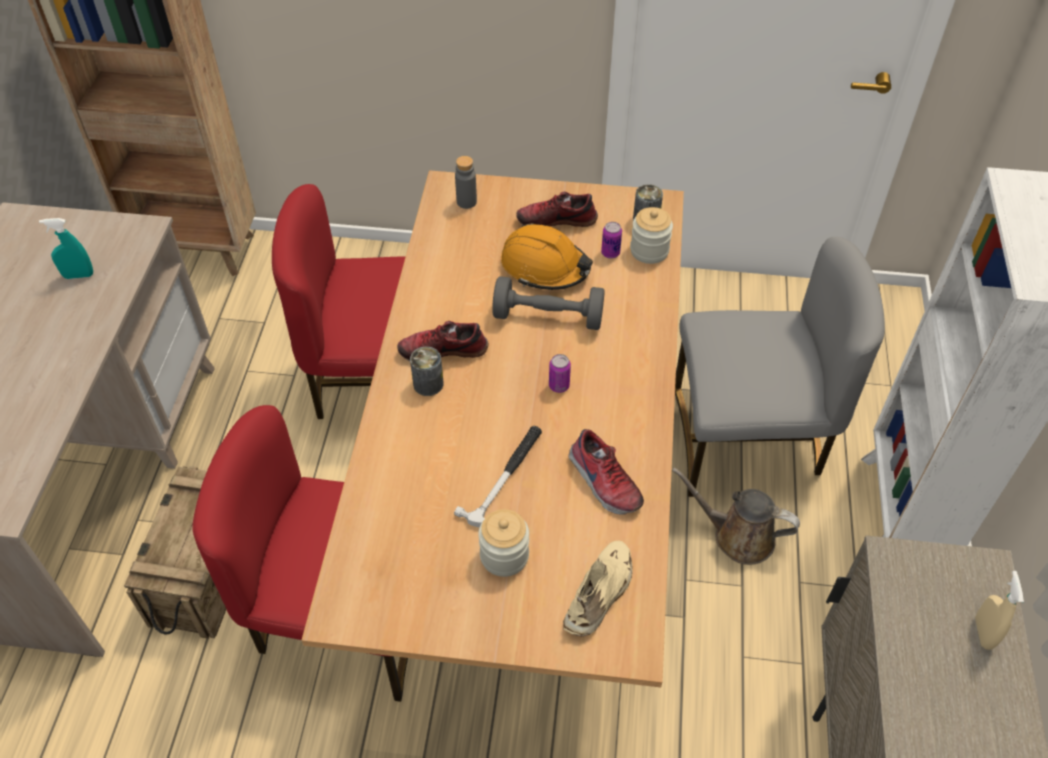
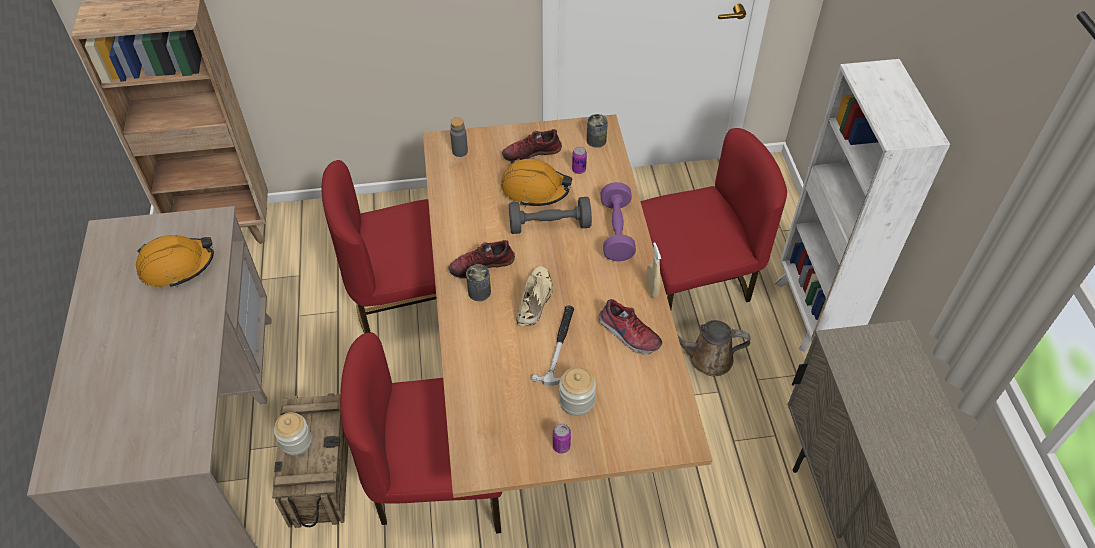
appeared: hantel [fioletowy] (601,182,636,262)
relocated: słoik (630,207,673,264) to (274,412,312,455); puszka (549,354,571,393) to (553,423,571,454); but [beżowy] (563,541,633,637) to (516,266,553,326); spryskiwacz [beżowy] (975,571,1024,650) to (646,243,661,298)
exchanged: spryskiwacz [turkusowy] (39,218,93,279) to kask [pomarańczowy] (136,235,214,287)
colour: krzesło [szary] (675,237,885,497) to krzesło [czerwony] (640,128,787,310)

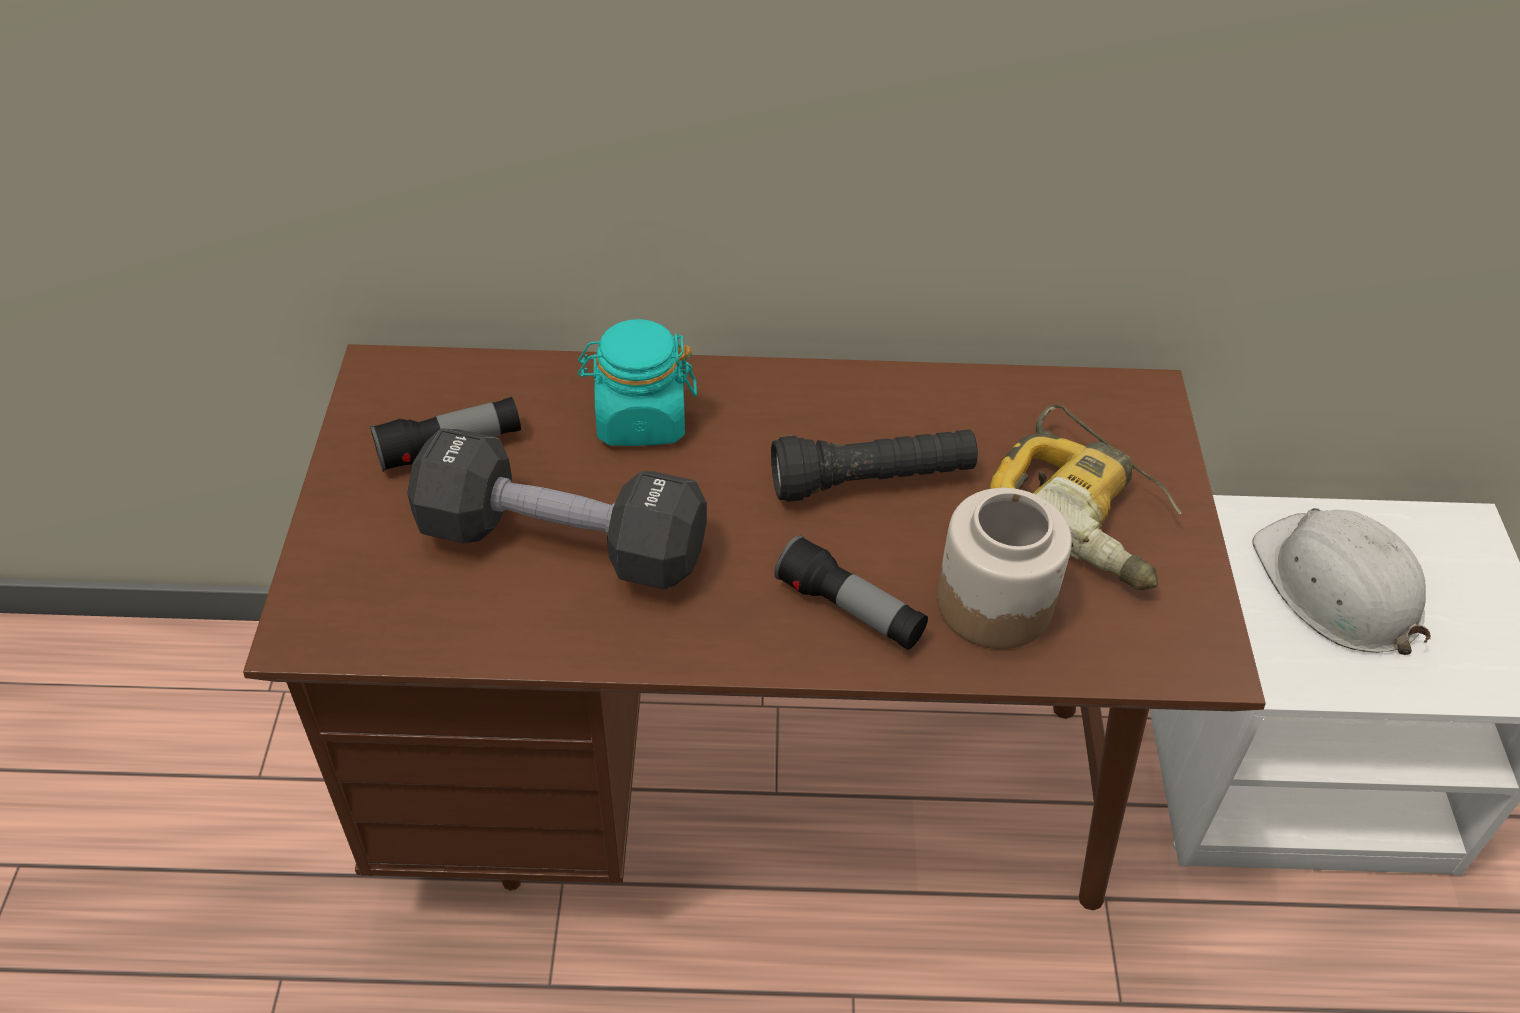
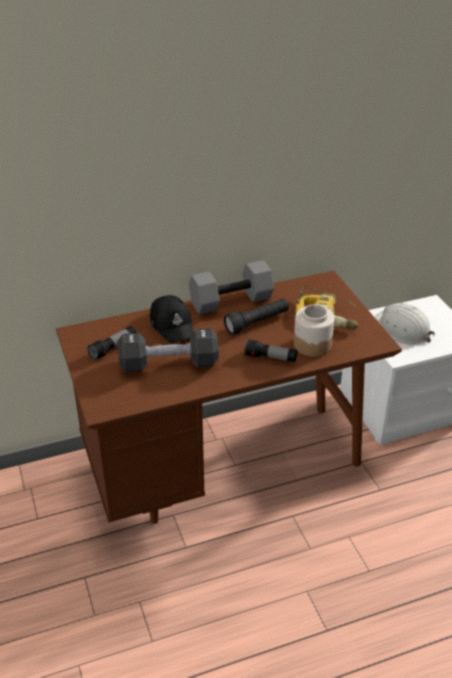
appeared: hantel [szary] (189,260,274,314)
exchanged: słoik [turkusowy] (578,319,697,446) to czapka z daszkiem [czarny] (150,295,193,344)

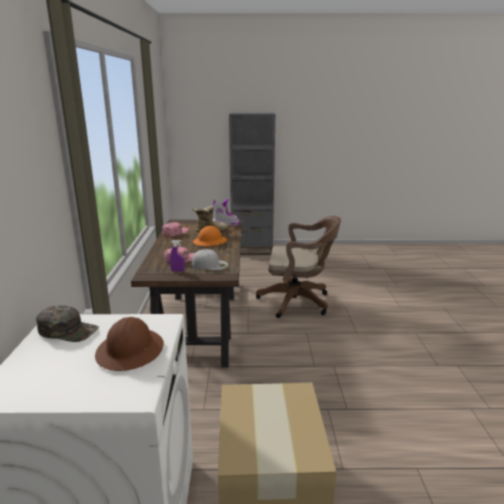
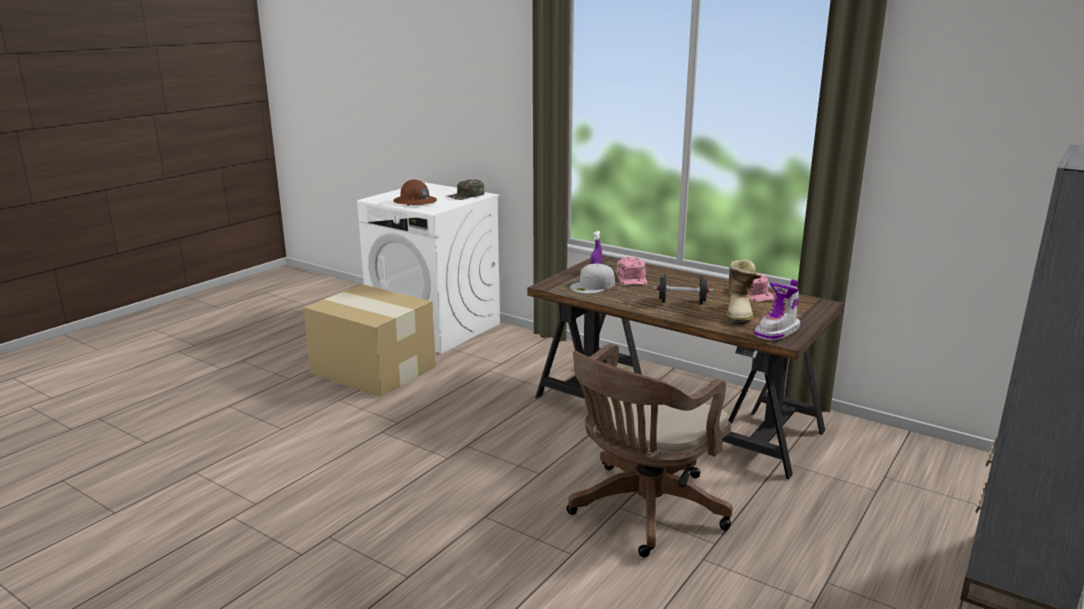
exchanged: kask [pomarańczowy] (193,226,227,246) to hantel [czarny] (653,274,714,305)

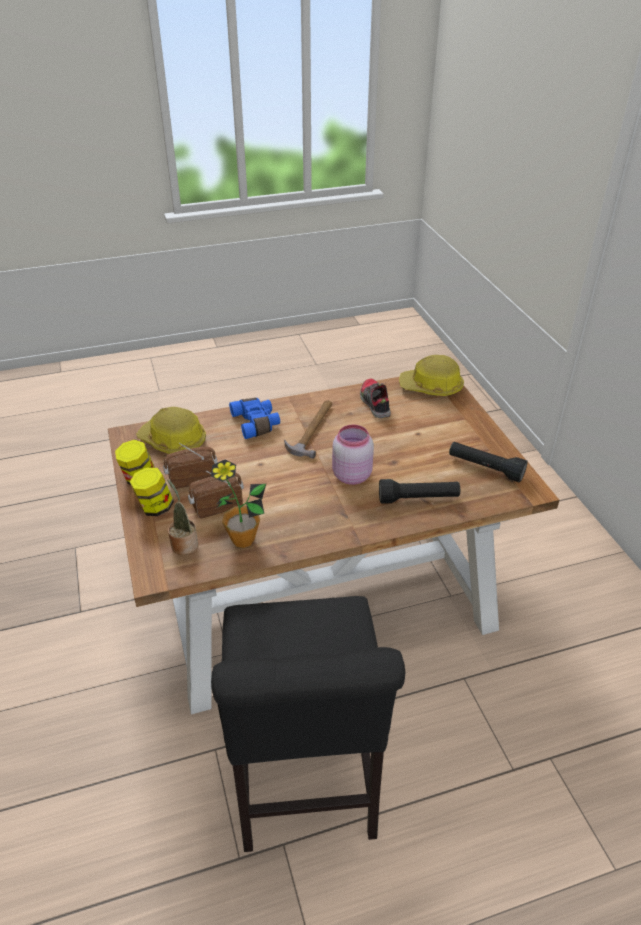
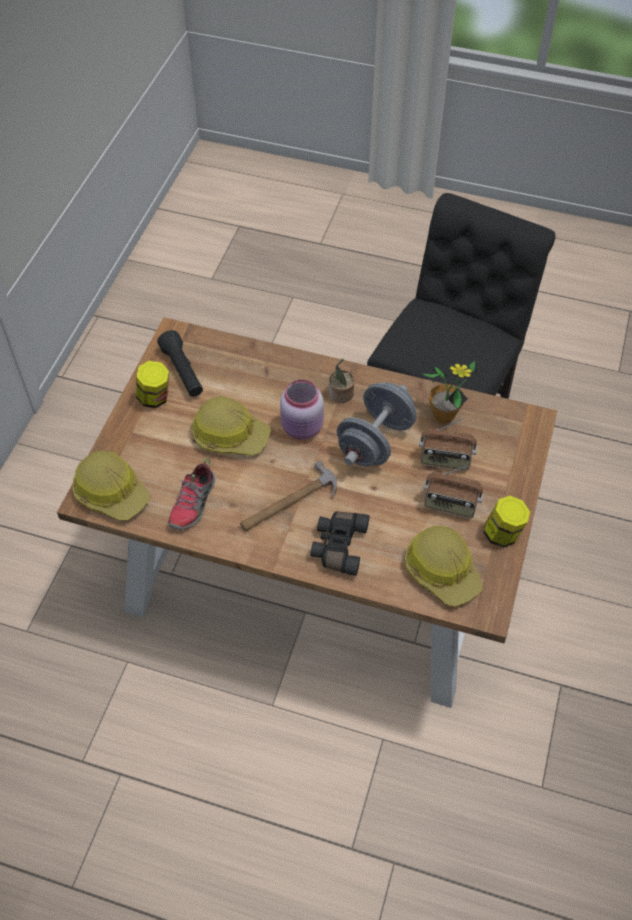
missing: latarka [czarny] (379,479,460,504)
appeared: hantel [szary] (337,382,417,466); kask (191,396,271,456)
relocated: słoik (130,467,174,516) to (136,361,169,408); roślina doniczkowa (167,480,198,555) to (329,358,355,403)
colour: lornetka [niebieski] (229,398,280,439) to lornetka [czarny] (310,511,370,576)

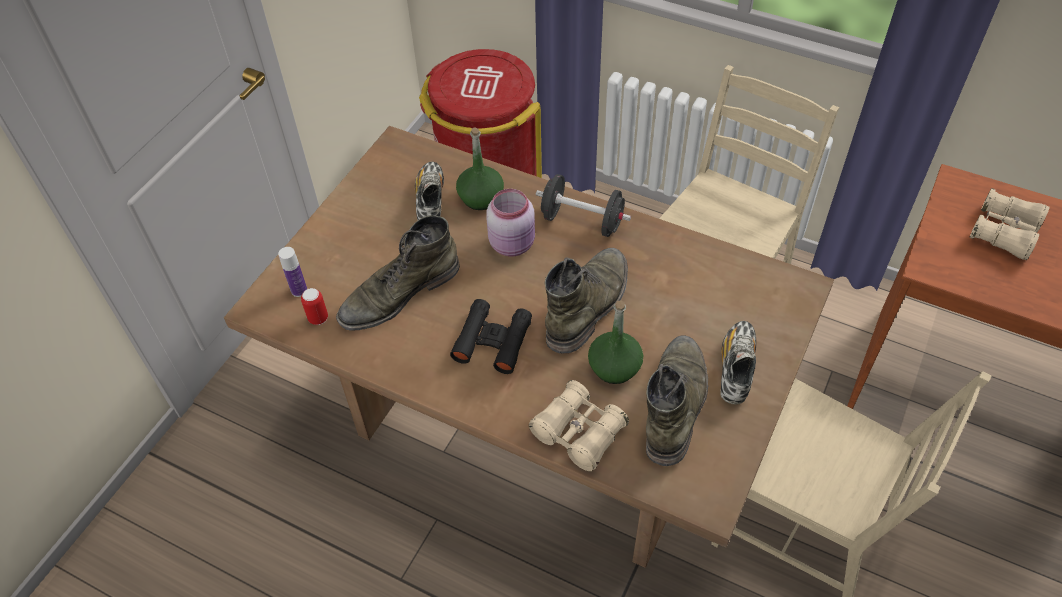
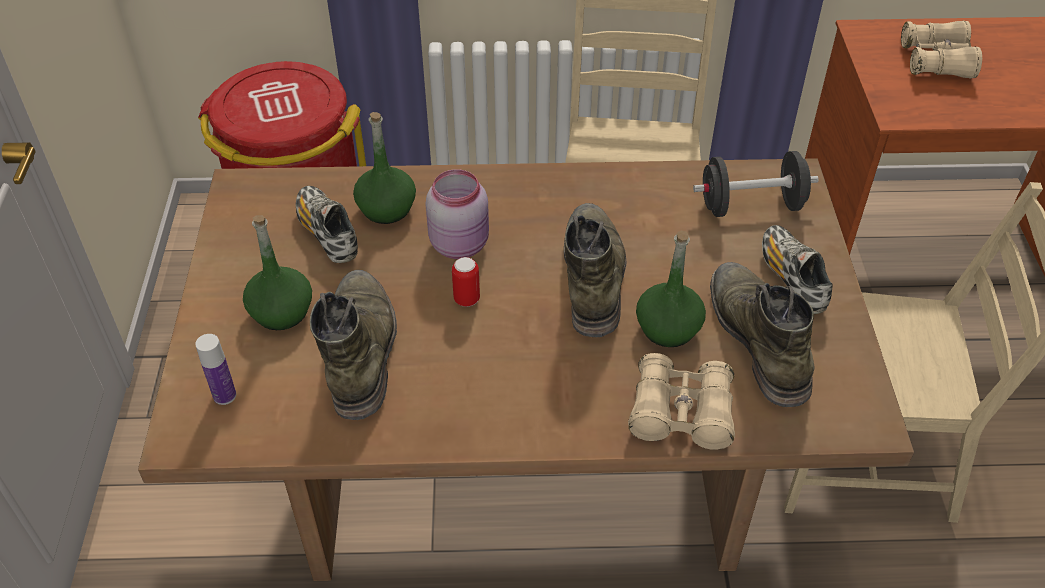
missing: lornetka [czarny] (450,299,532,374)
appeared: butelka [zielony] (243,215,312,330)
relocated: hantel [czarny] (536,174,631,237) to (693,151,819,217); puszka (301,288,328,325) to (452,257,480,307)
spun: but z cholewką [zielony] (336,216,460,331) = (310,270,397,420) 150 degrees clockwise

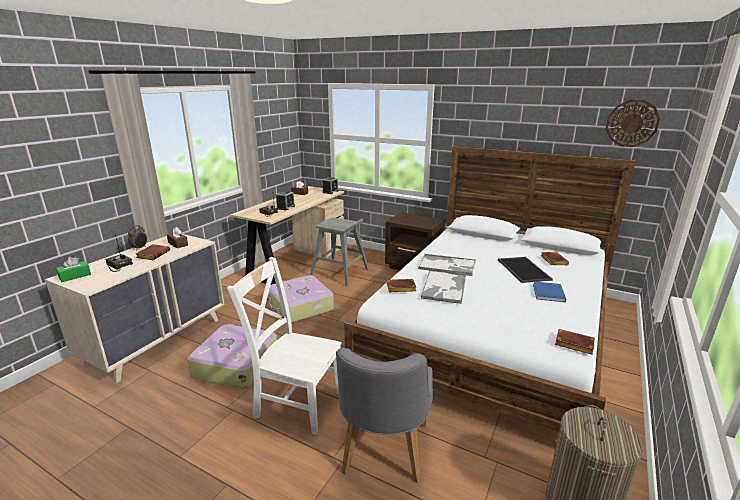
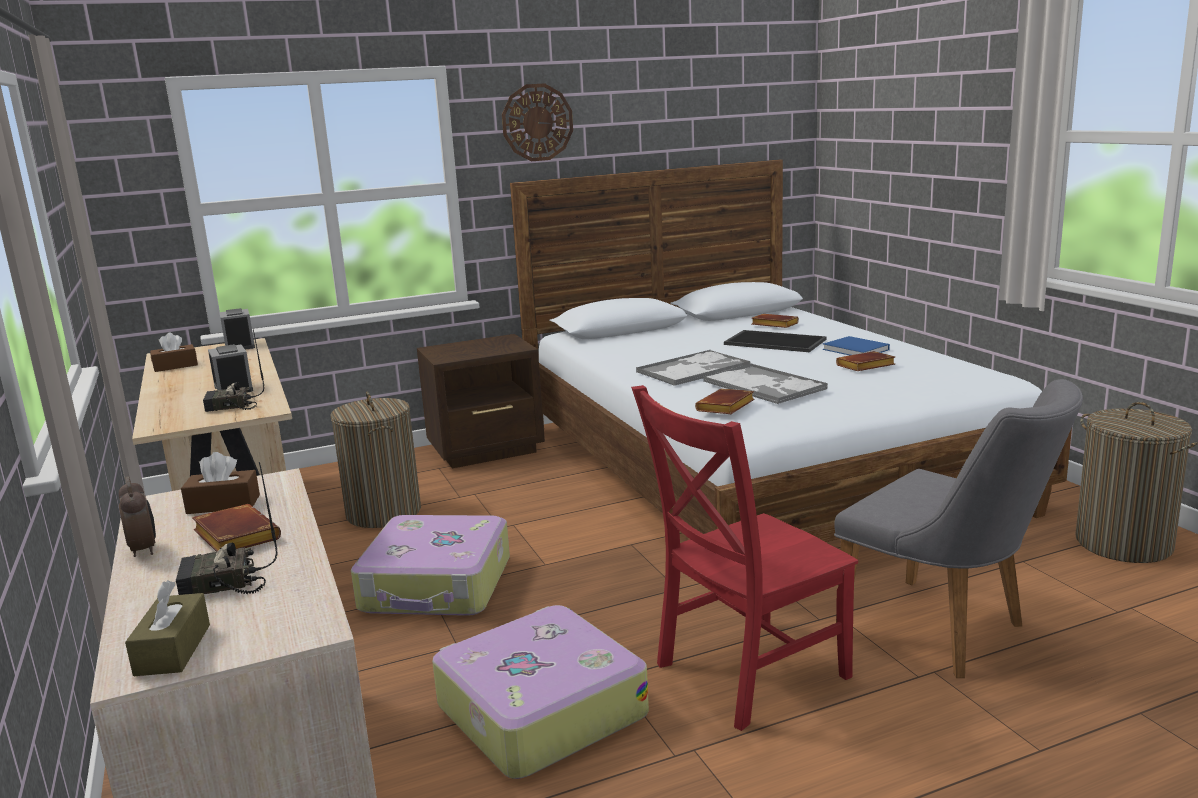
relocated: zegar ścienny (606,100,660,147) to (502,84,573,161); książka [brązowy] (555,329,595,355) to (836,351,895,371)
exchanged: stołek [szary] (310,217,369,287) to kosz na pranie (331,392,421,528)
colour: pudełko chusteczek [zielony] (56,257,91,282) to pudełko chusteczek [brązowy] (125,580,210,676); krzesło [biały] (227,257,342,435) to krzesło [czerwony] (631,385,858,731)

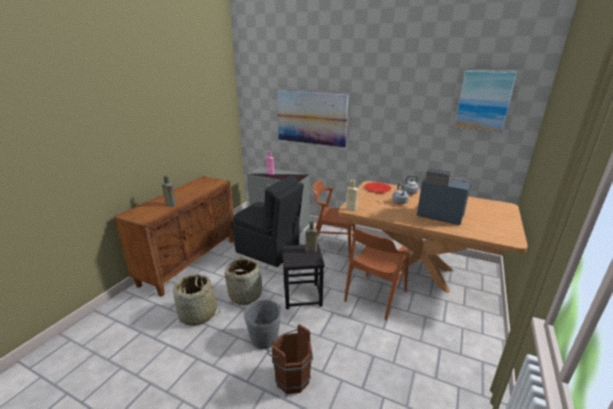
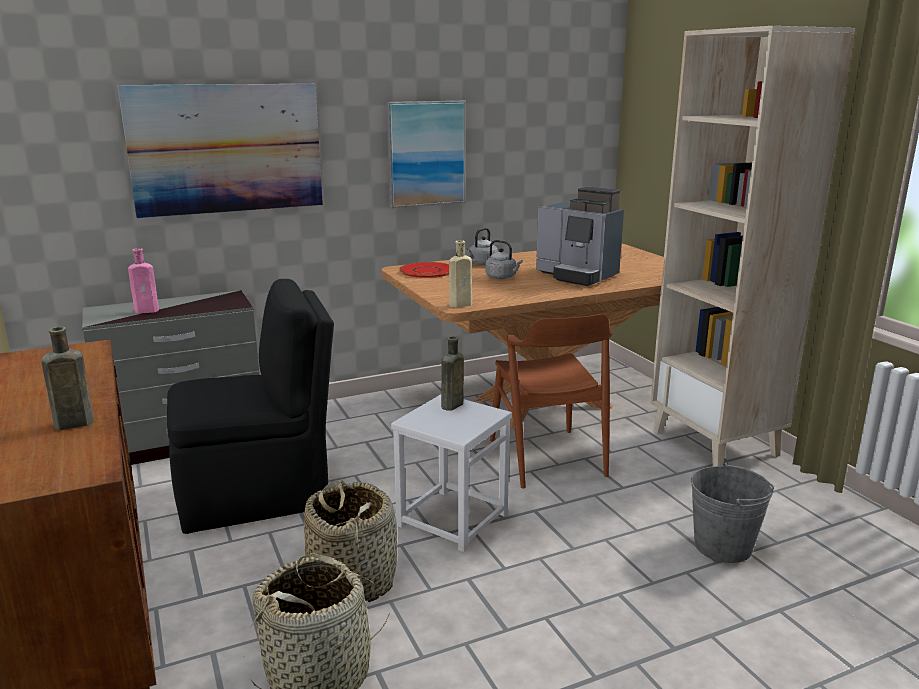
missing: krzesło [brązowy] (313,180,355,259); wiadro [brązowy] (267,324,313,394)
appeared: regał [beżowy] (651,26,855,467)
relocated: obraz (454,70,518,133) to (386,101,466,208); wiadro [szary] (244,300,282,349) to (691,462,774,563)
colour: stołek [czarny] (282,244,325,309) to stołek [biały] (391,394,512,552)
spun: ekspres do kawy (417,169,472,225) = (536,187,624,286) 120 degrees counterclockwise

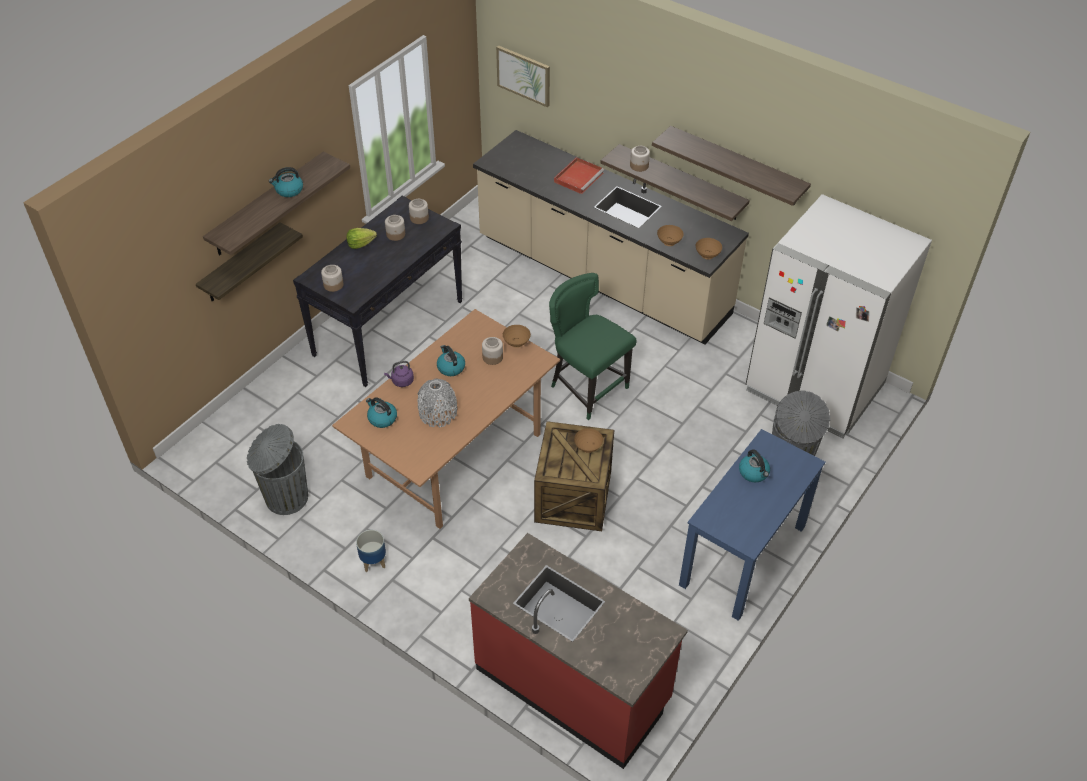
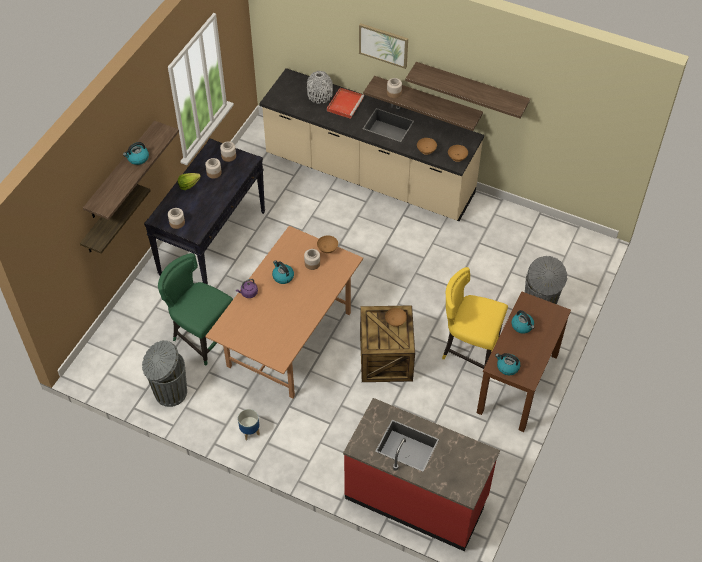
missing: lodówka [biały] (746,194,932,439)
appeared: krzesło [żółty] (442,267,508,369)
relocated: obraz (496,45,550,107) to (359,23,408,69); krzesło [zielony] (549,273,637,420) to (158,253,233,365); wazon [szary] (418,378,457,428) to (307,71,333,104); czajnik (366,397,397,428) to (495,353,520,375)
colour: biurko [niebieski] (679,429,826,621) to biurko [brązowy] (477,291,571,432)

